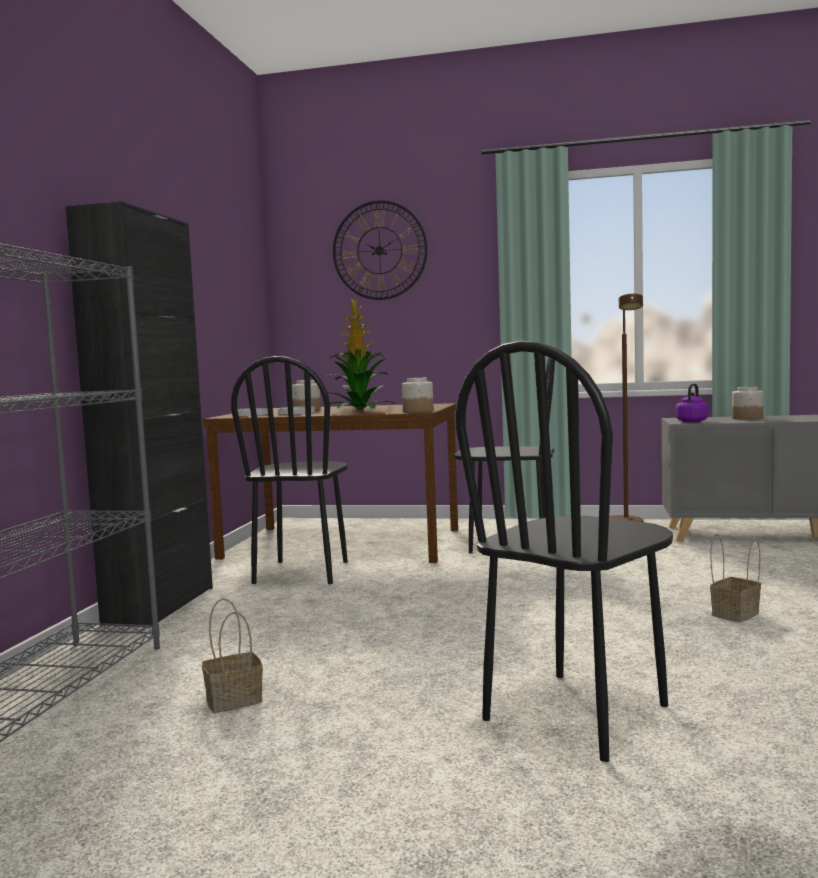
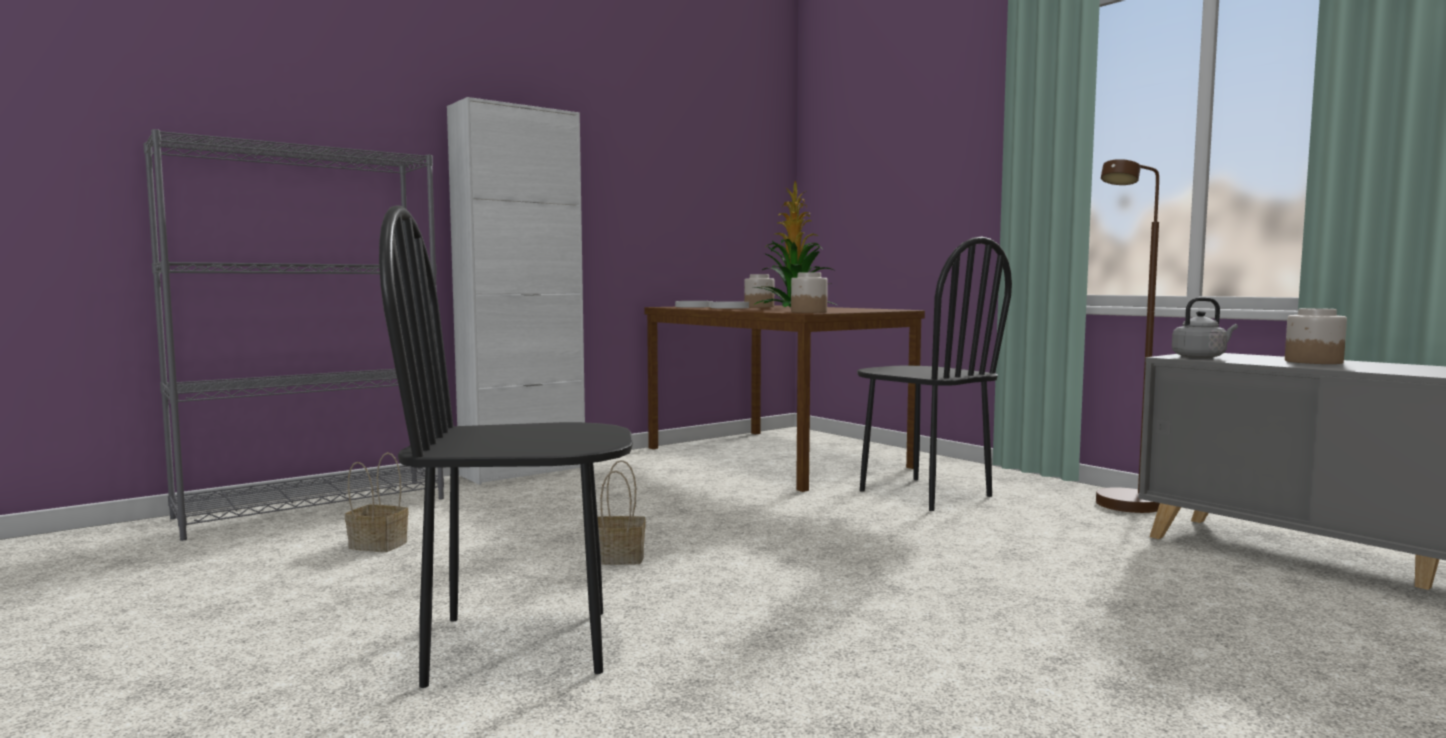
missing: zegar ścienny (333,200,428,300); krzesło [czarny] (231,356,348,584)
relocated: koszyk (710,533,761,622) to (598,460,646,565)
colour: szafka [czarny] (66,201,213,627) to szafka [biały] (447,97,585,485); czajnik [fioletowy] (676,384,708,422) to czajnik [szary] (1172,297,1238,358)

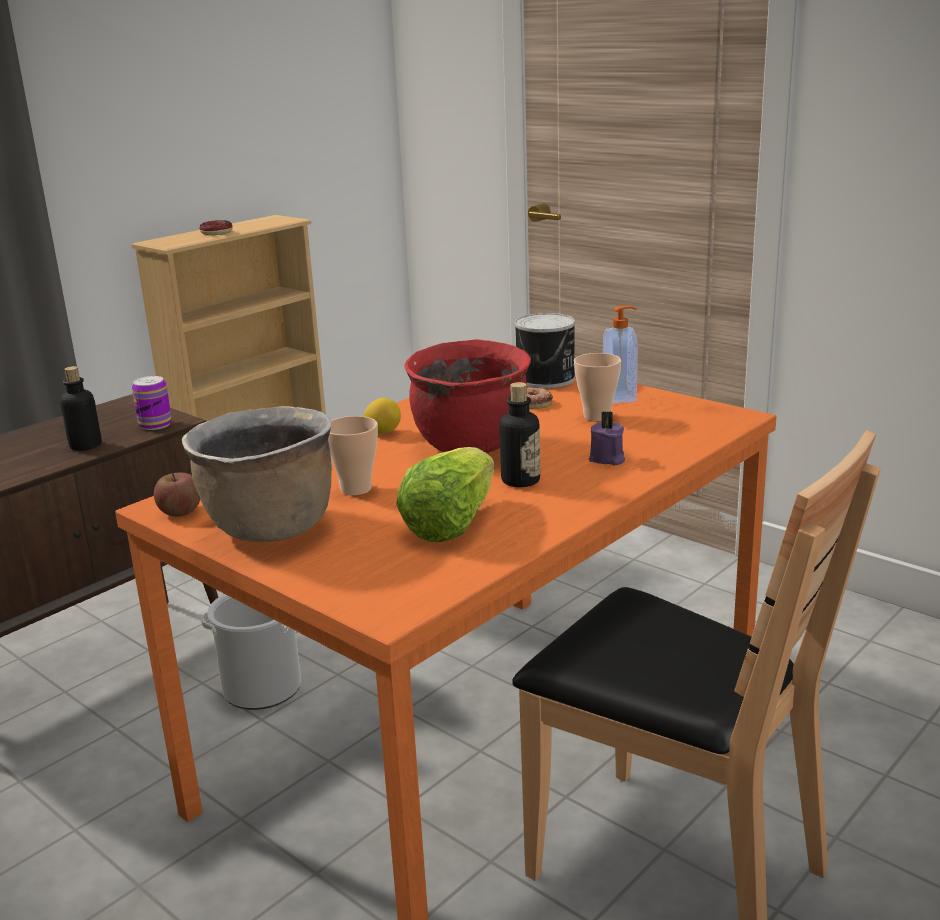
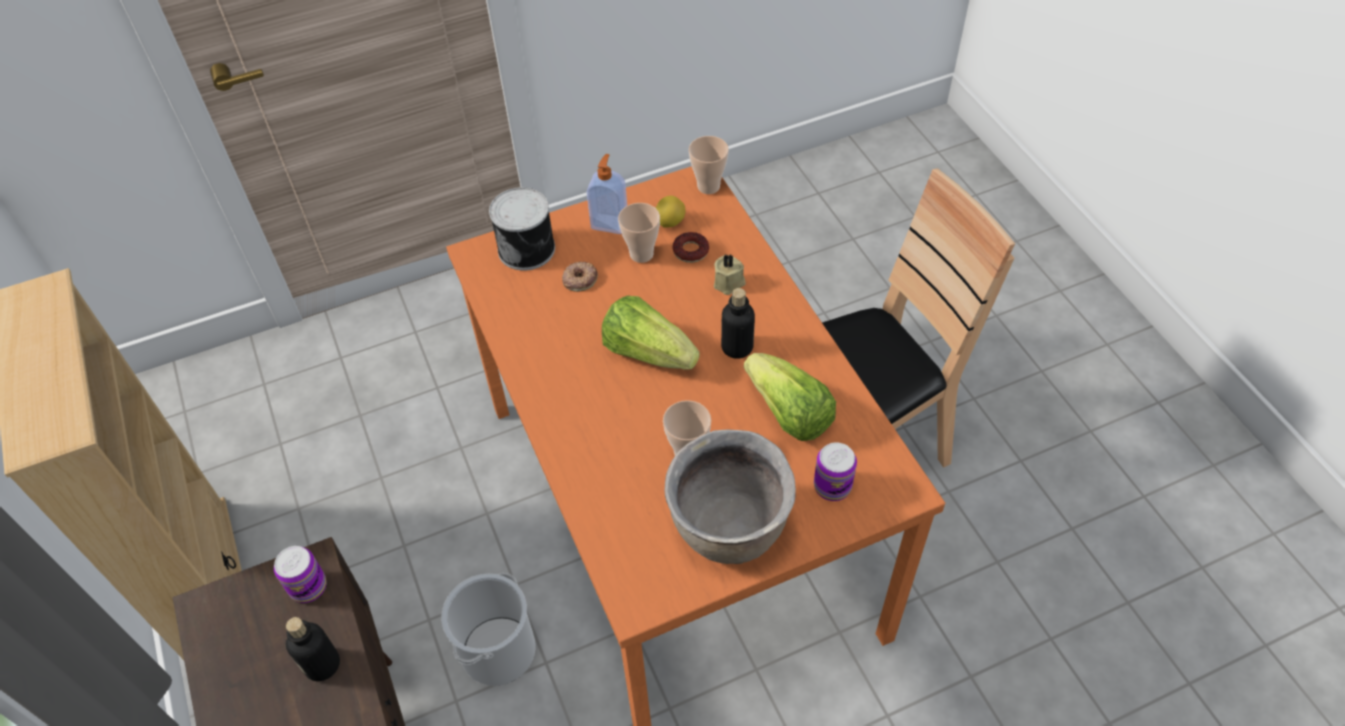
missing: jabłko (154,473,200,517)
appeared: filiżanka (689,136,729,194); puszka (814,442,857,501)
relocated: donut (200,220,232,235) to (672,232,709,263); cytryna (364,398,401,434) to (656,196,686,228)
exchanged: garnek [czerwony] (404,339,531,453) to sałata (602,296,700,370)
colour: świeca [fioletowy] (589,411,625,465) to świeca [beżowy] (714,255,746,295)

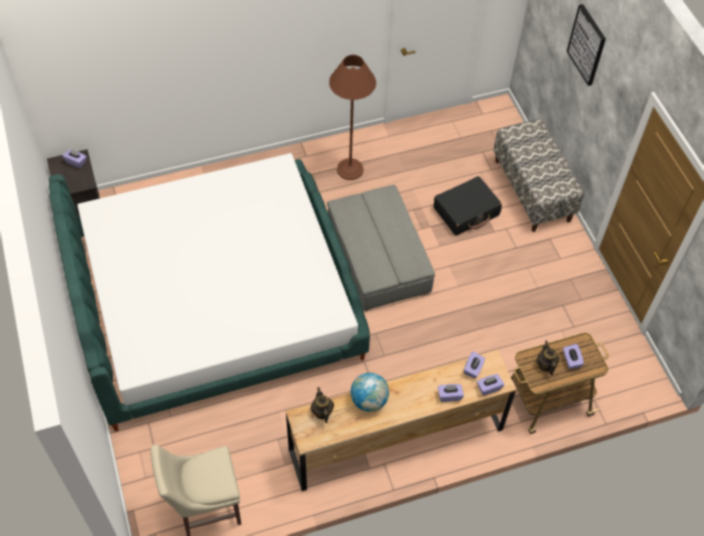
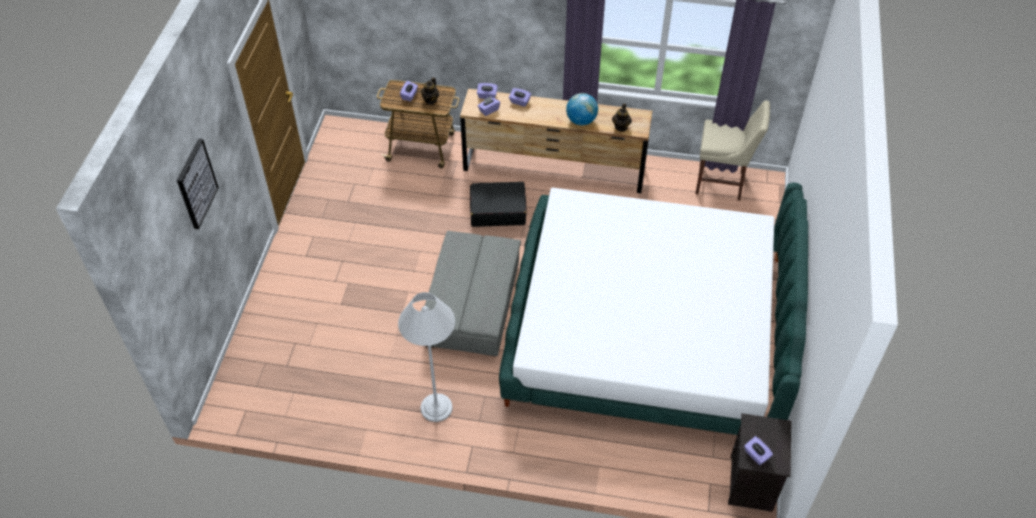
missing: ławka (493,119,584,232)
relocated: walizka [czarny] (433,176,502,235) to (470,182,526,227)
colour: lampa stojąca [brązowy] (329,55,376,180) to lampa stojąca [biały] (398,292,455,422)

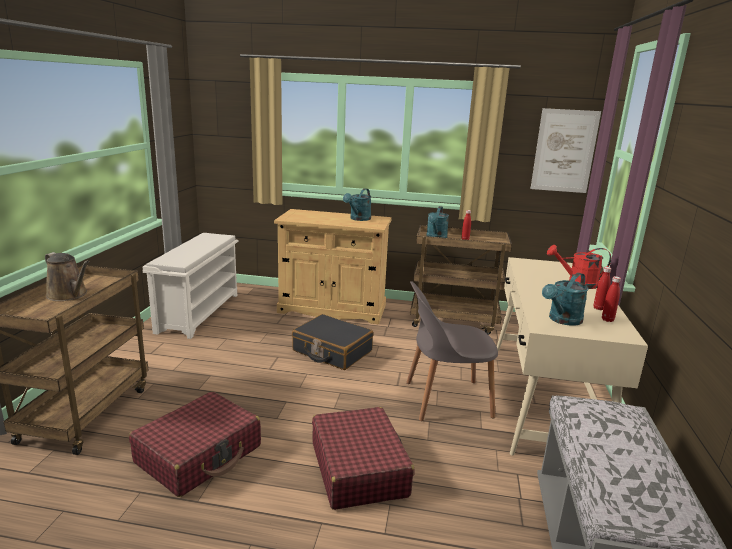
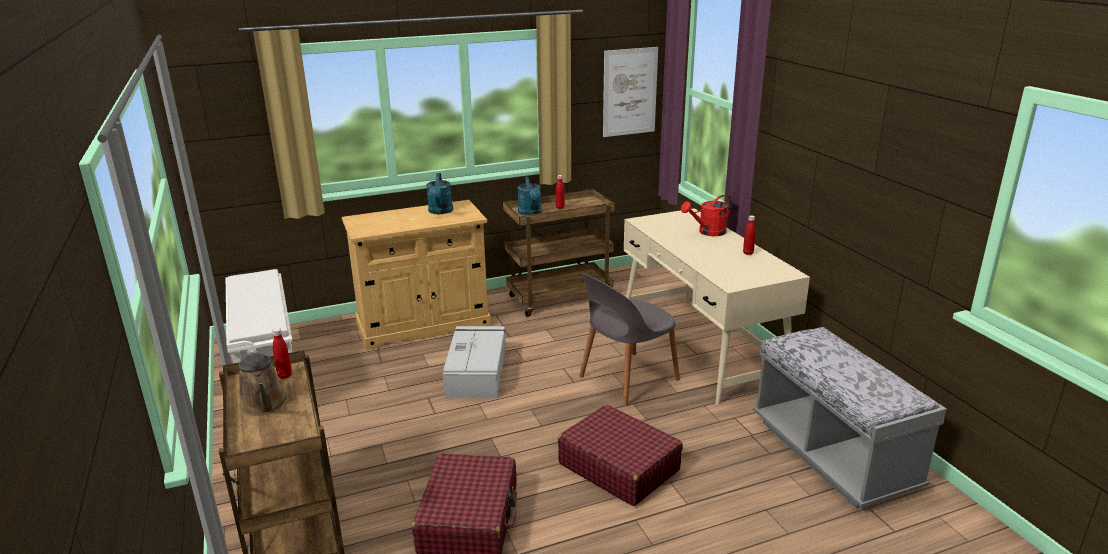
missing: konewka [turkusowy] (542,273,589,326)
relocated: butelka [czerwony] (602,276,621,322) to (272,328,292,379)
exchanged: walizka [czarny] (292,314,373,370) to pojemnik do przechowywania [szary] (443,326,506,398)
spun: konewka [brązowy] (45,252,90,301) = (239,348,287,416) 60 degrees clockwise

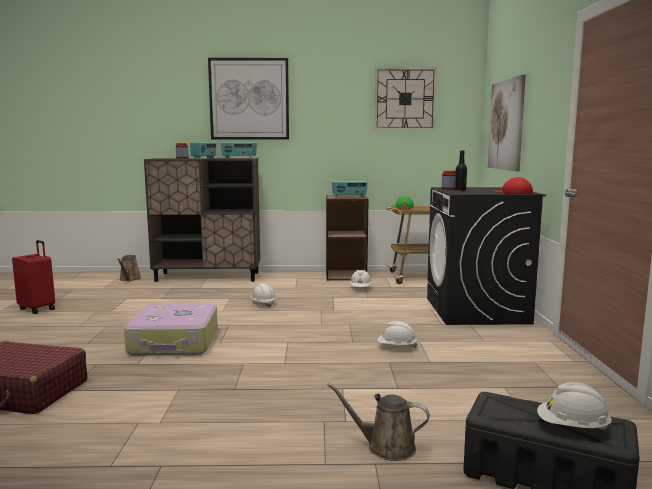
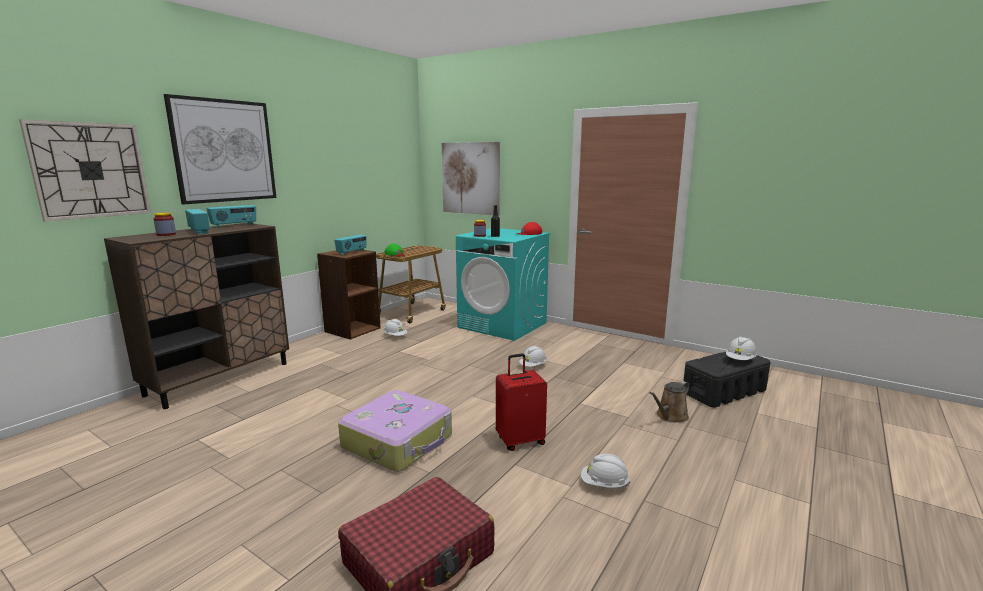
missing: konewka [brązowy] (117,255,142,281)
relocated: zegar ścienny (374,67,437,130) to (19,119,151,221); walizka [czerwony] (12,240,55,314) to (496,354,547,451); kask [biały] (251,283,276,308) to (581,454,630,488)
colour: pralka [czarny] (427,187,546,325) to pralka [turkusowy] (456,228,550,341)

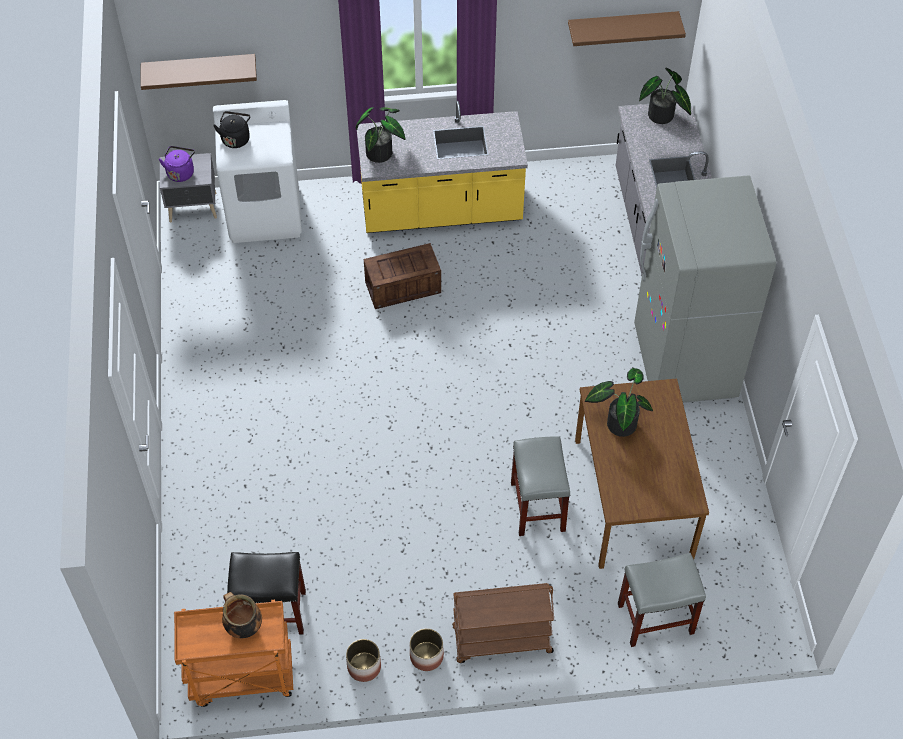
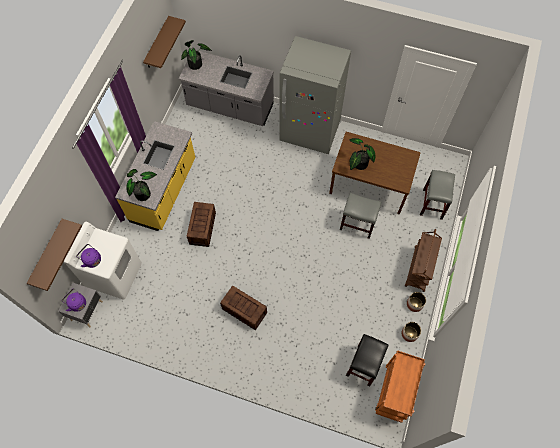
missing: garnek (222,592,262,638)
appeared: skrzynka (220,285,267,330)
colour: czajnik [czarny] (213,111,250,148) to czajnik [fioletowy] (76,244,101,268)

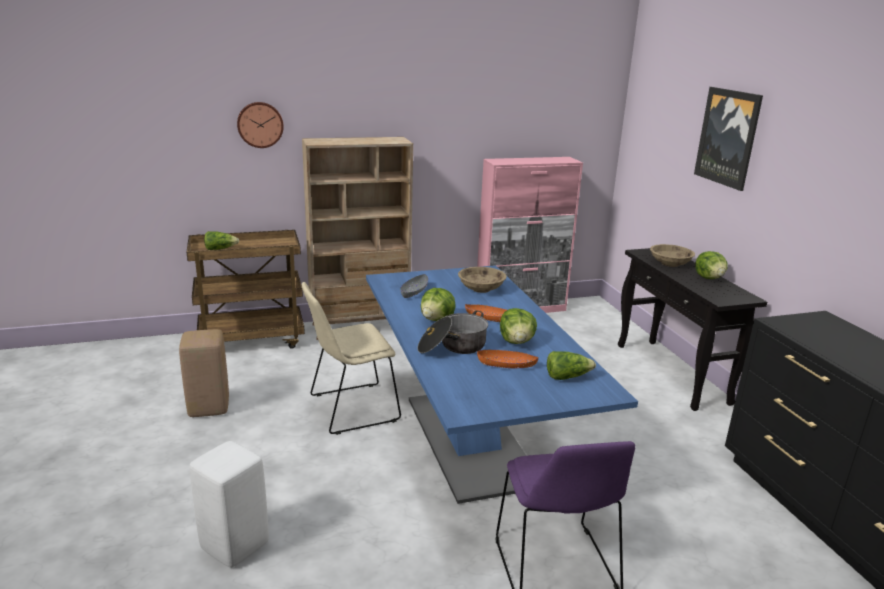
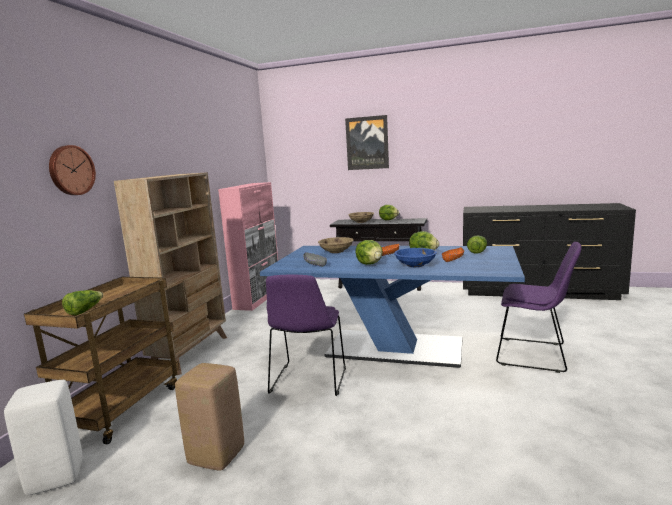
relocated: stołek [biały] (190,441,269,568) to (4,380,83,495)
exchanged: garnek (418,310,488,354) to miska [niebieski] (394,248,437,267)
colour: krzesło [beżowy] (302,282,401,435) to krzesło [fioletowy] (266,275,346,396)

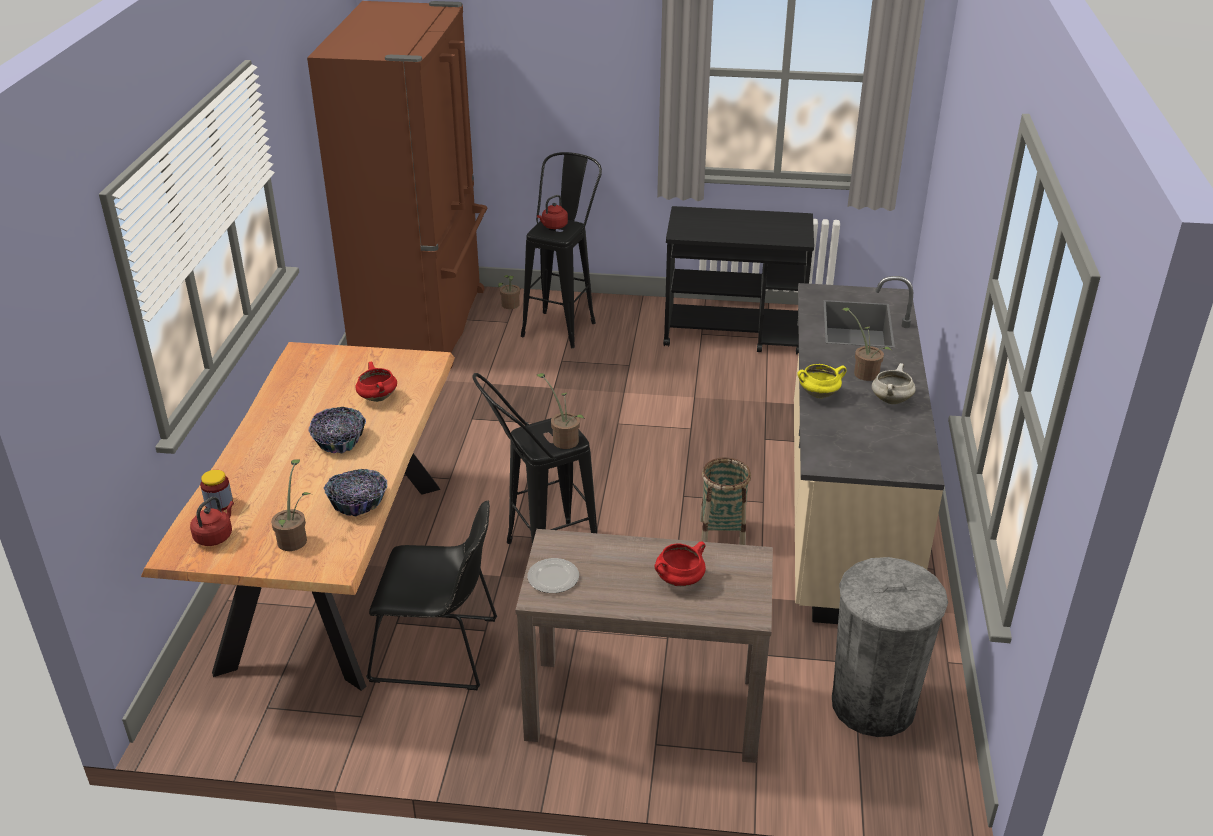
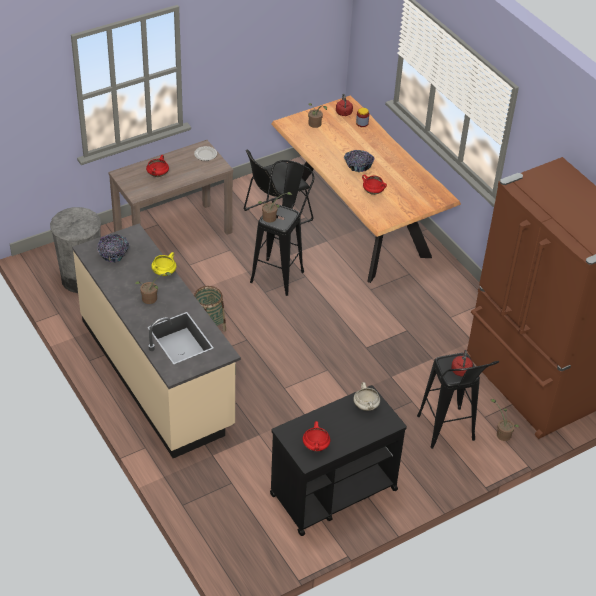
appeared: garnek [czerwony] (303,421,330,451)
relocated: garnek [biały] (872,363,915,404) to (353,382,380,411); miska (324,469,388,516) to (97,234,129,263)

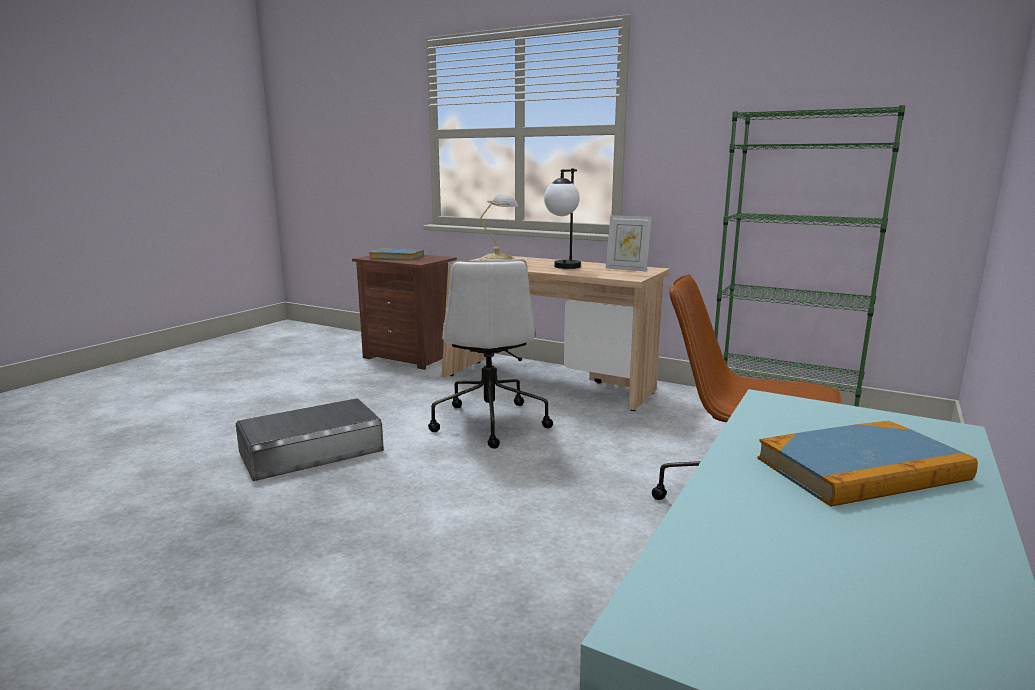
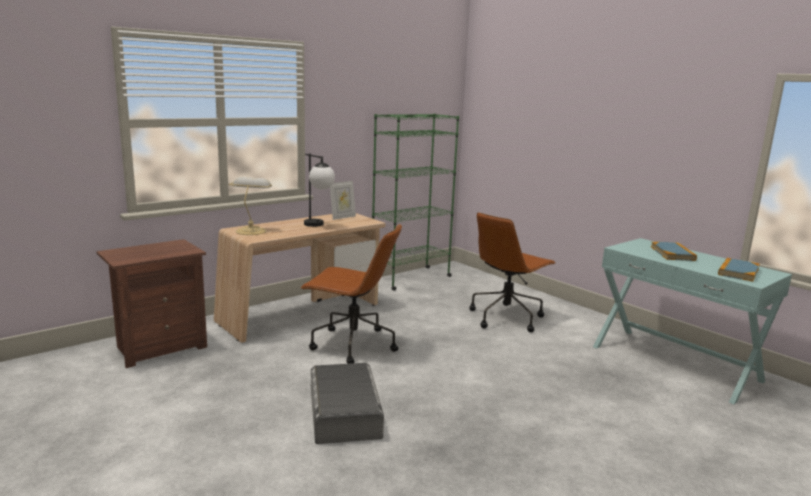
relocated: książka (369,248,424,260) to (718,258,760,282)
colour: krzesło biurowe [biały] (428,259,553,449) to krzesło biurowe [brązowy] (300,224,402,364)

